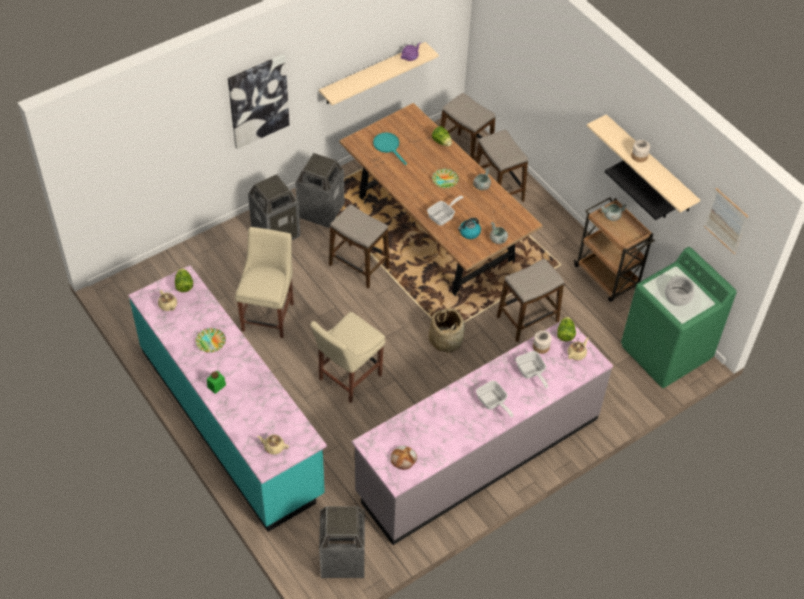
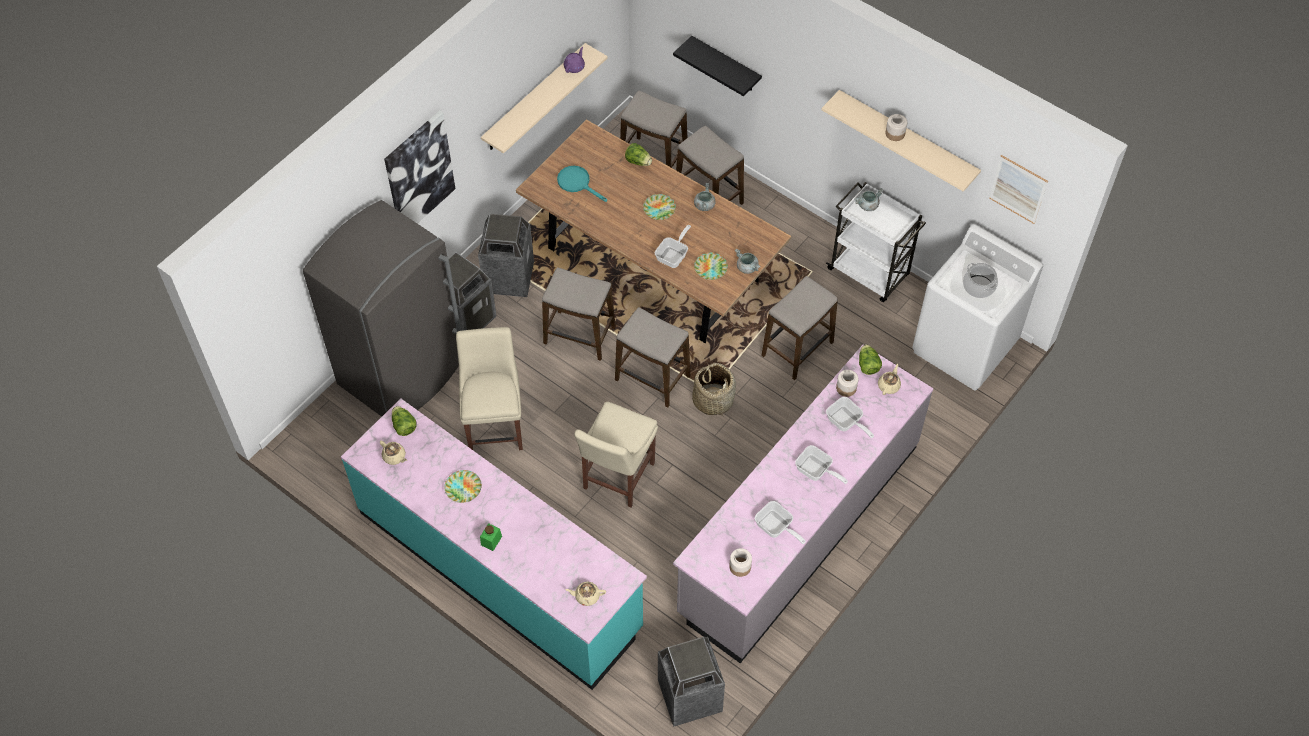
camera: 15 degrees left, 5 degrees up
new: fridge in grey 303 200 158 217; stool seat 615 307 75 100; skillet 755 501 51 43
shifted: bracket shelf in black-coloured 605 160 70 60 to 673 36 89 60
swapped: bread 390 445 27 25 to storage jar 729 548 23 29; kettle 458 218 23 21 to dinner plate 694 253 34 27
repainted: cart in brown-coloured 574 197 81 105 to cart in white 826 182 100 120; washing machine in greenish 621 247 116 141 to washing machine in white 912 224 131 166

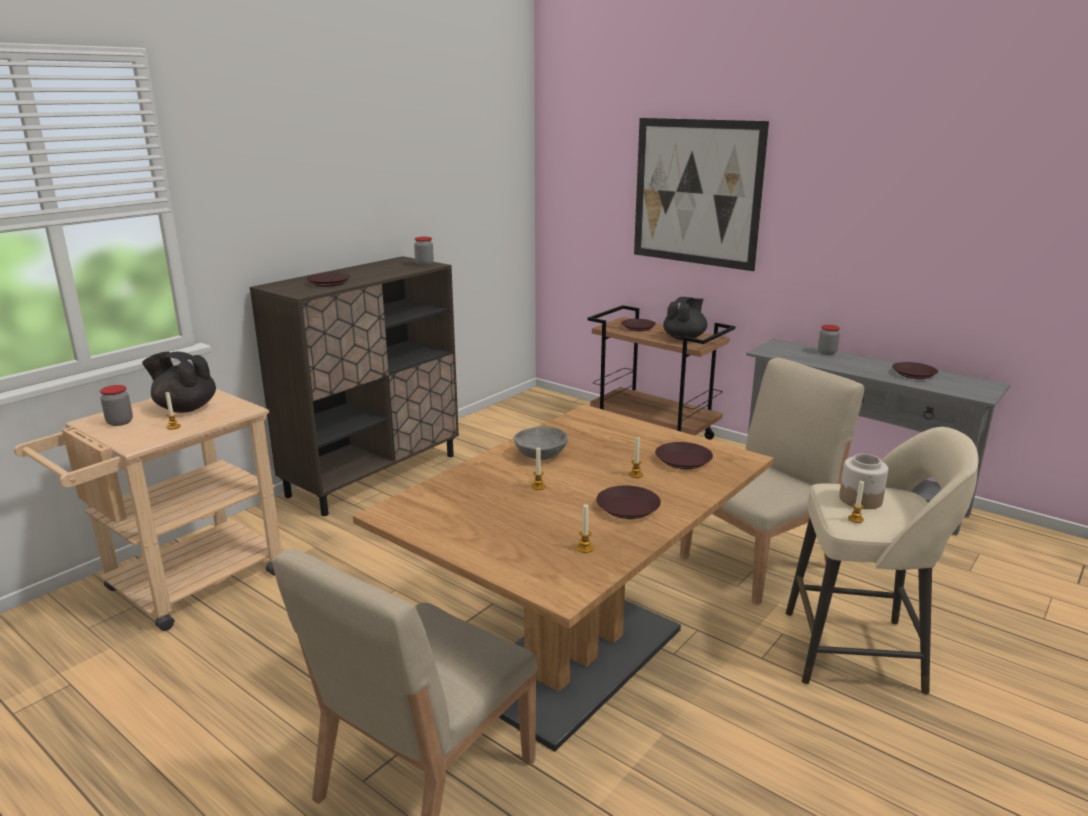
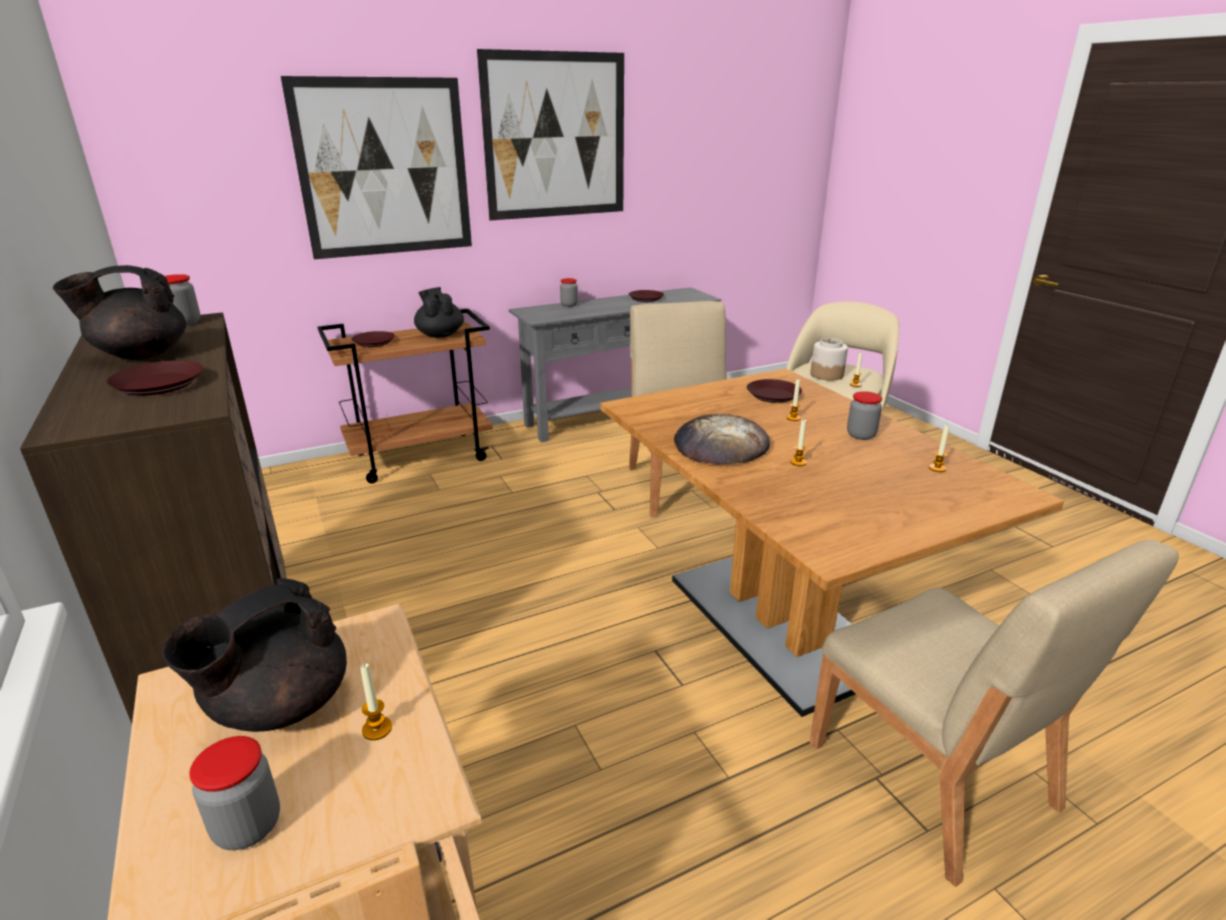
camera: 65 degrees left, 5 degrees up
new: teapot in black-coloured 53 265 133 95; wall art 477 49 147 172
swapped: deep dish in grey 513 426 55 34 to bread 674 414 96 51; dinner plate in brown-coloured 596 486 65 33 to storage jar 847 391 35 49

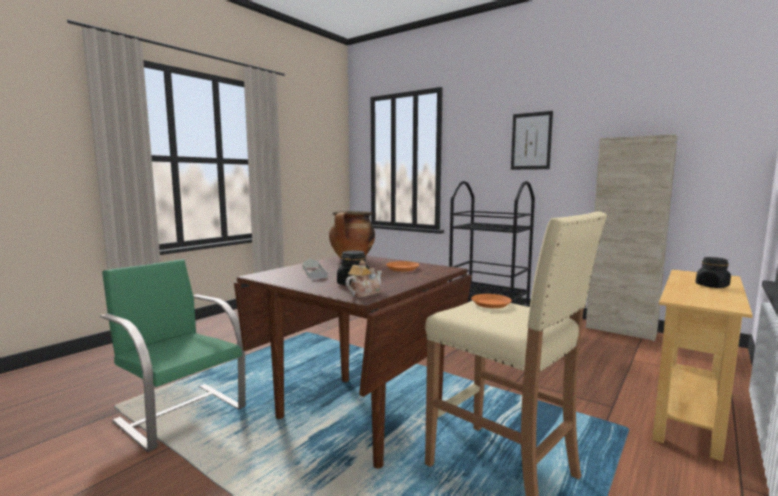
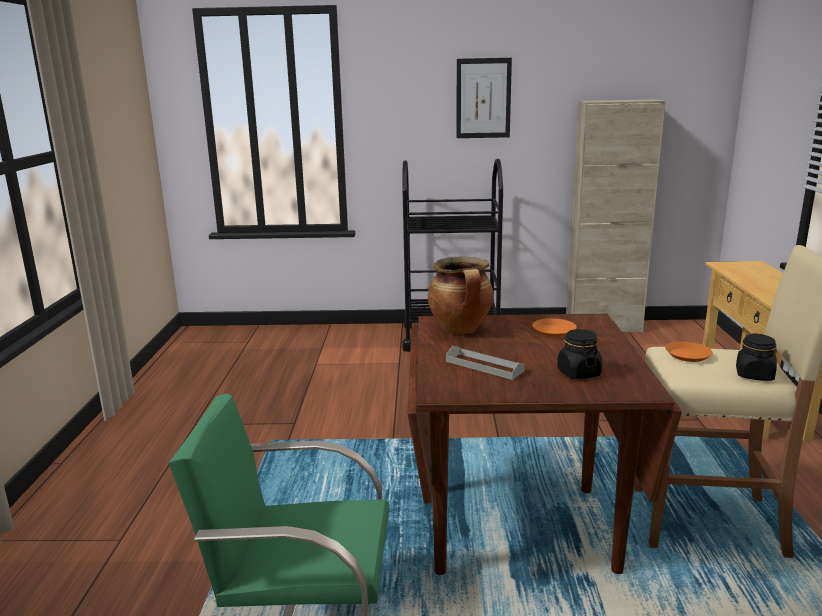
camera: 35 degrees left, 10 degrees up
gone: teapot 345 260 37 37
shifted: storage jar in black-coloured 696 257 35 31 to 736 333 41 48

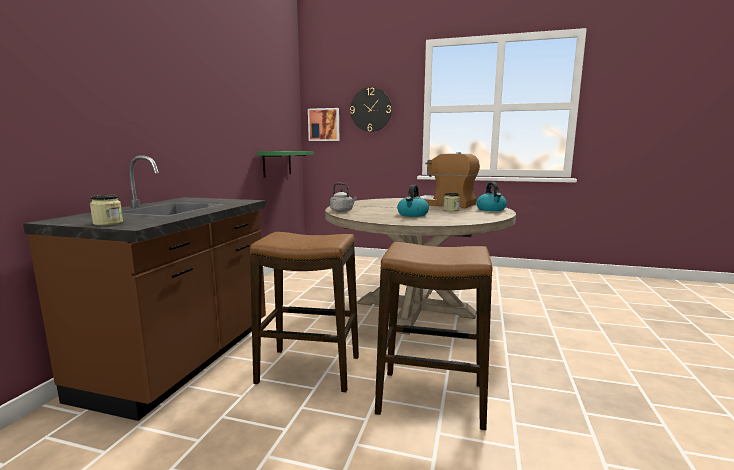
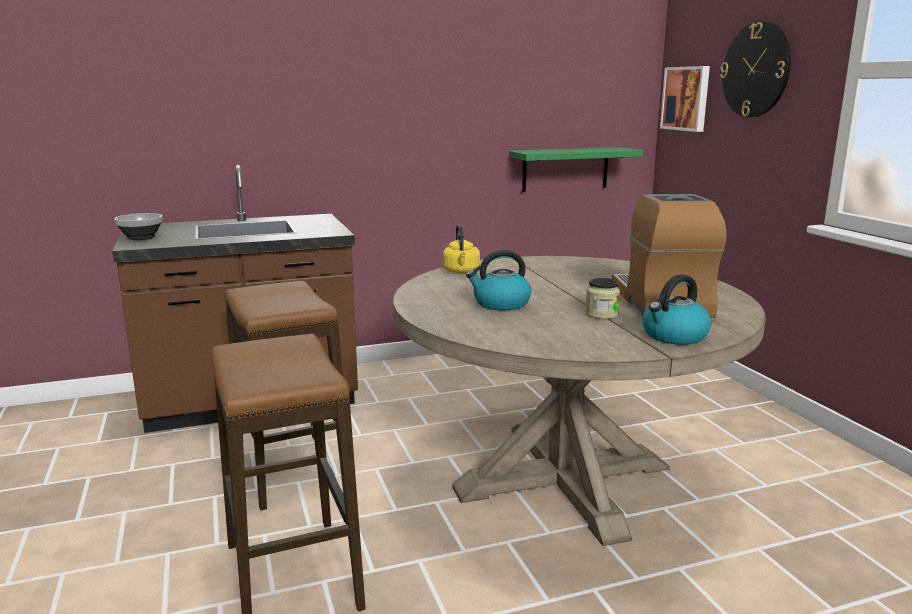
camera: 55 degrees right, 5 degrees up
swapped: storage jar 90 195 33 30 to deep dish 114 213 48 27
repainted: kettle in grey 330 183 27 29 to kettle in yellow-coloured 443 224 37 49

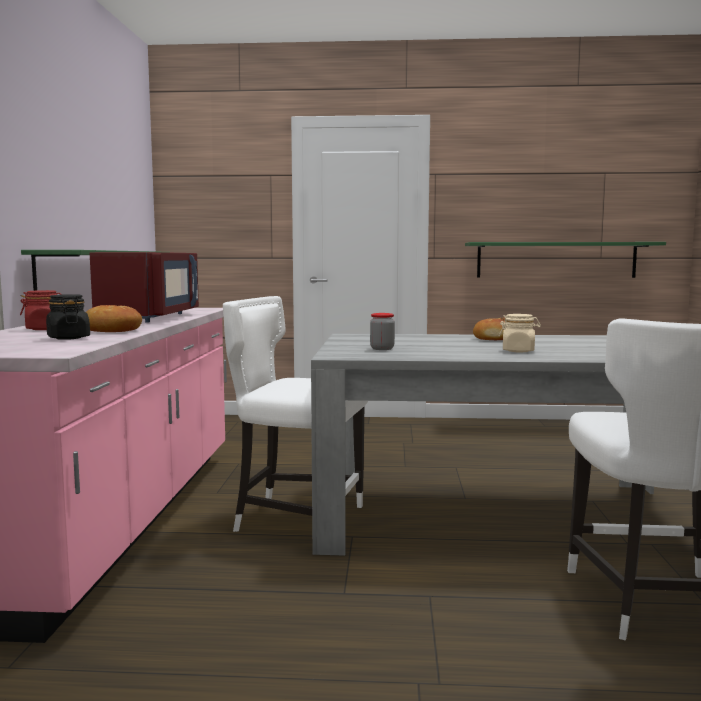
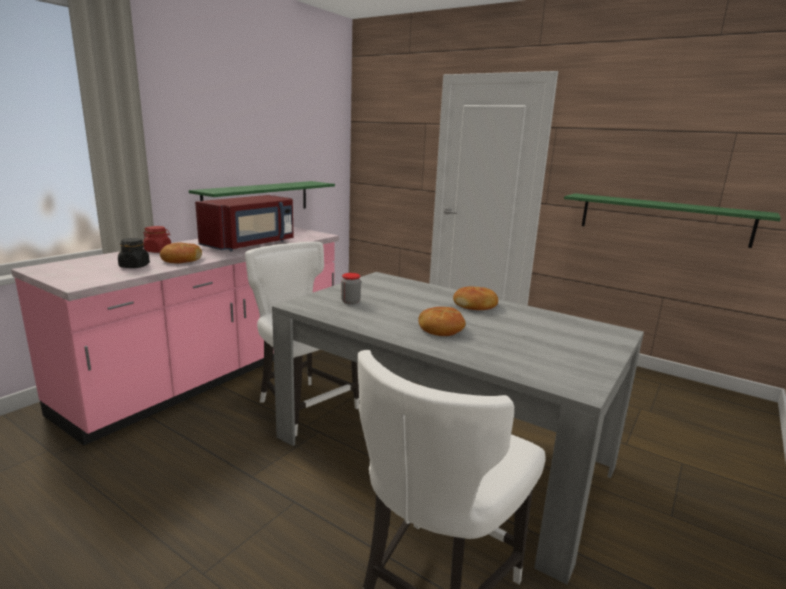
camera: 30 degrees right, 10 degrees up
swapped: storage jar in beige 499 314 42 38 to bread 418 307 48 29

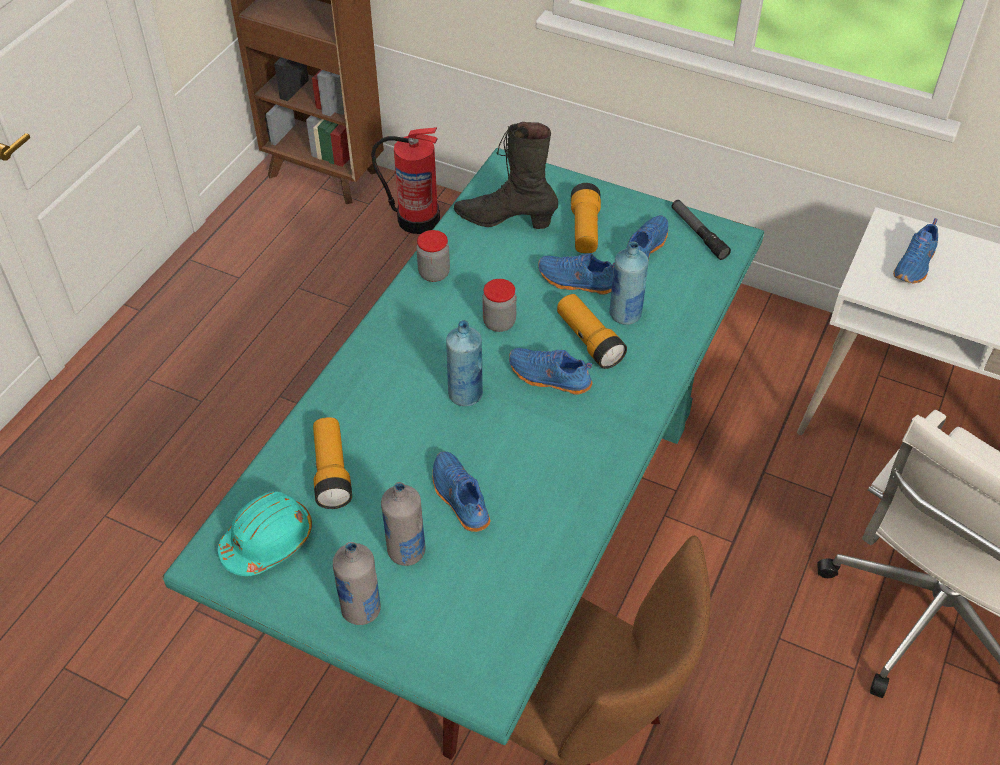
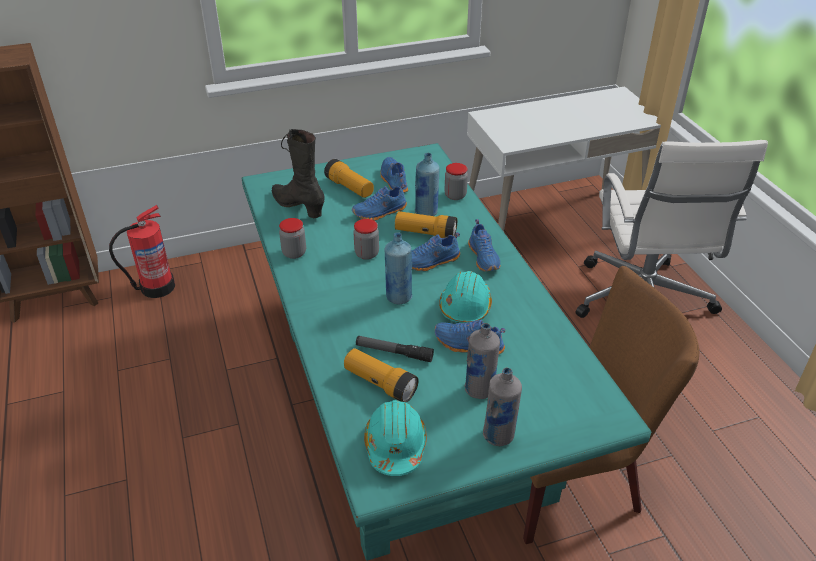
camera: 45 degrees left, 10 degrees down
new: work helmet in turquoise-coloured 439 271 53 52; storage jar 445 163 23 37
shifted: hand torch 672 200 59 60 to 356 336 78 26; item of footwear in blue 893 218 45 66 to 468 219 33 53
rotated: boot in black-coloured 454 122 104 107 = 272 129 52 89 75 degrees clockwise

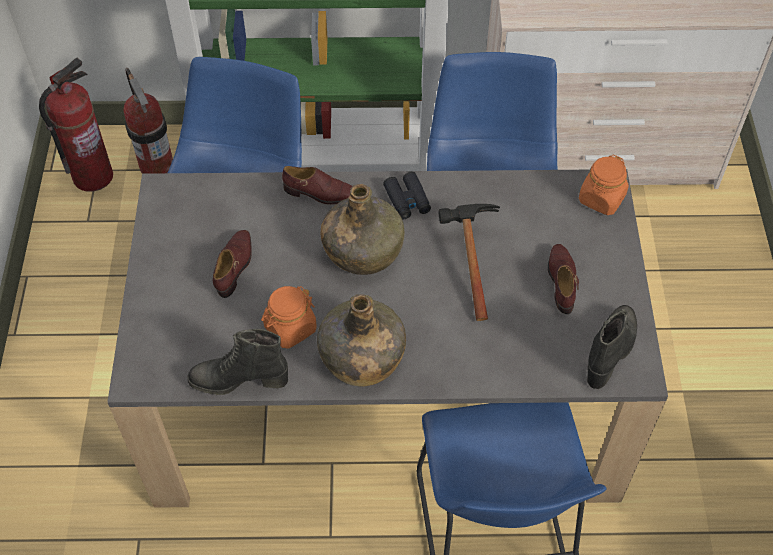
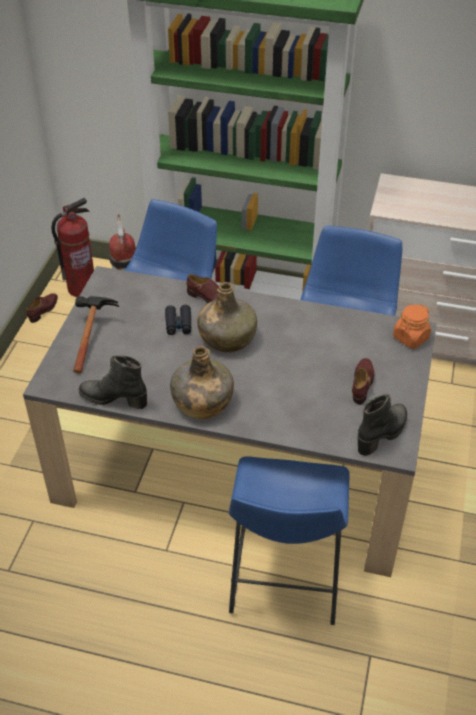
camera: 15 degrees right, 10 degrees down
gone: storage jar in orange-coloured 261 286 56 63
shifted: item of footwear in brown-coloured 213 230 39 68 to 26 293 32 30; binoculars in black-coloured 383 172 48 47 to 165 305 26 30; hammer 439 204 61 117 to 73 296 46 77

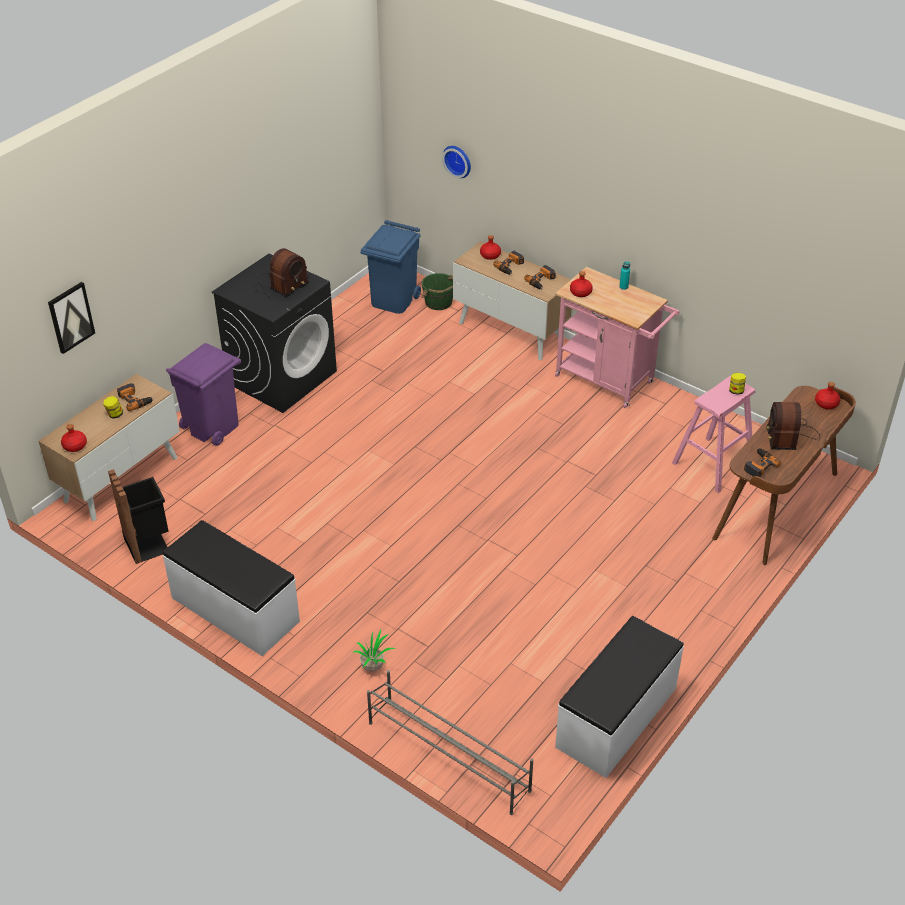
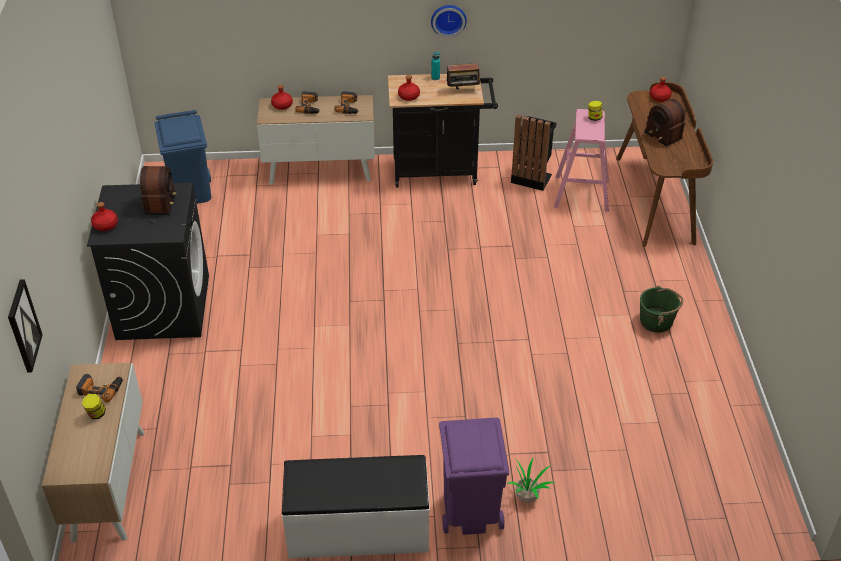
camera: 40 degrees left, 0 degrees up
gone: shoe shelf in grey 367 670 167 145; bench in white 555 616 129 162; electric drill 744 448 37 29
new: radio receiver 446 63 36 27
shifted: beverage bottle in reddish 61 424 26 28 to 91 202 27 29; trash can in black-coloured 108 469 61 95 to 511 115 45 76; trash can in purplish 166 343 75 103 to 439 418 70 117; water bucket in greenish 422 273 31 37 to 640 286 43 47; clock on the wall 442 146 29 32 to 431 5 36 32
repainted: cart in pink-coloured 555 267 124 141 to cart in black-coloured 388 74 110 114

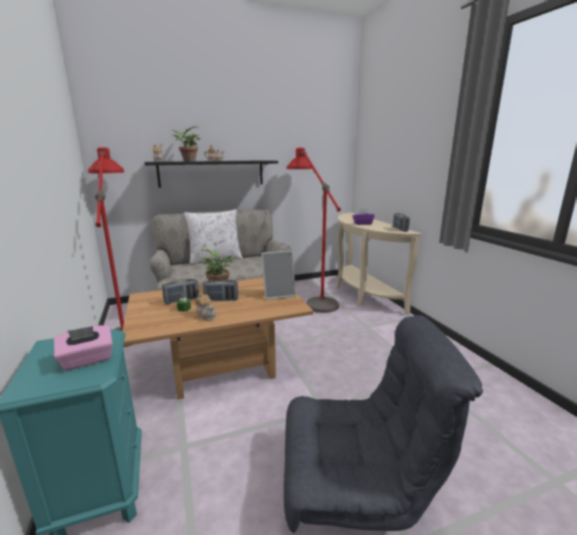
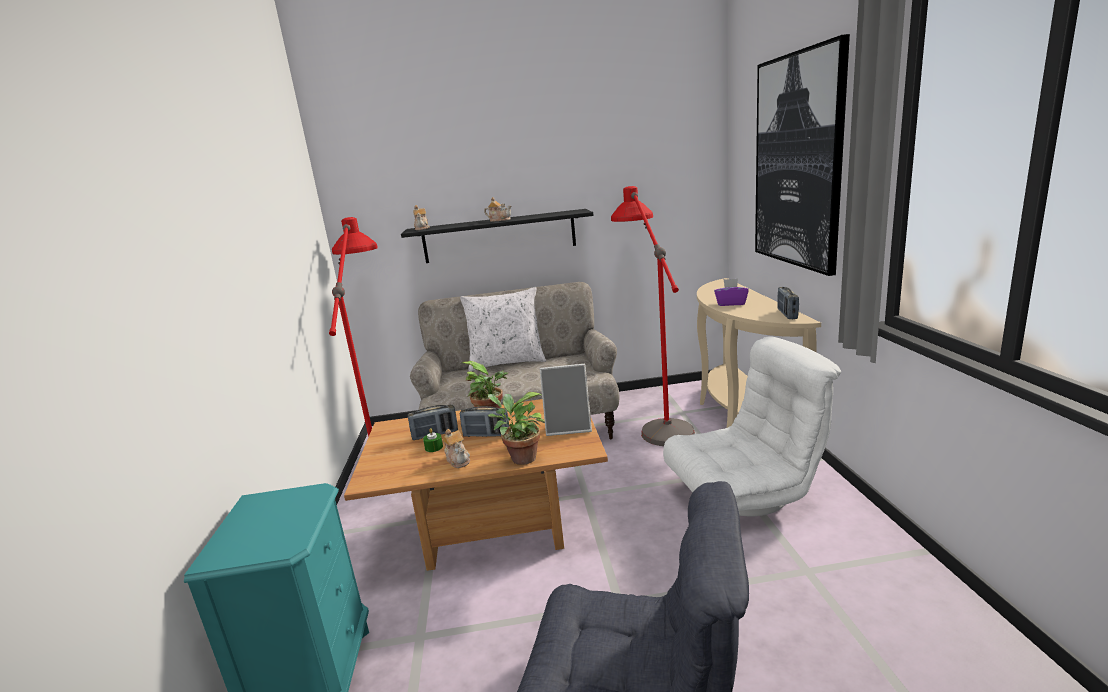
camera: 15 degrees right, 0 degrees up
gone: tissue box in pink-coloured 54 325 59 46
new: easy chair in white 663 336 178 180; wall art 755 34 95 242
shifted: potted plant 172 126 28 35 to 488 392 57 73

